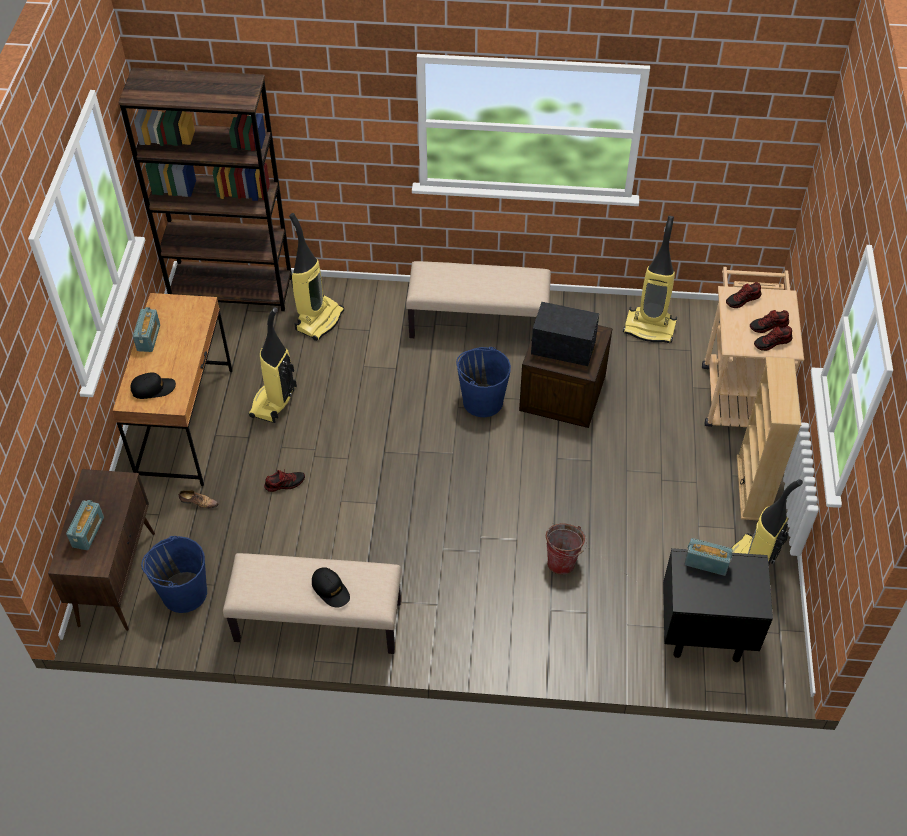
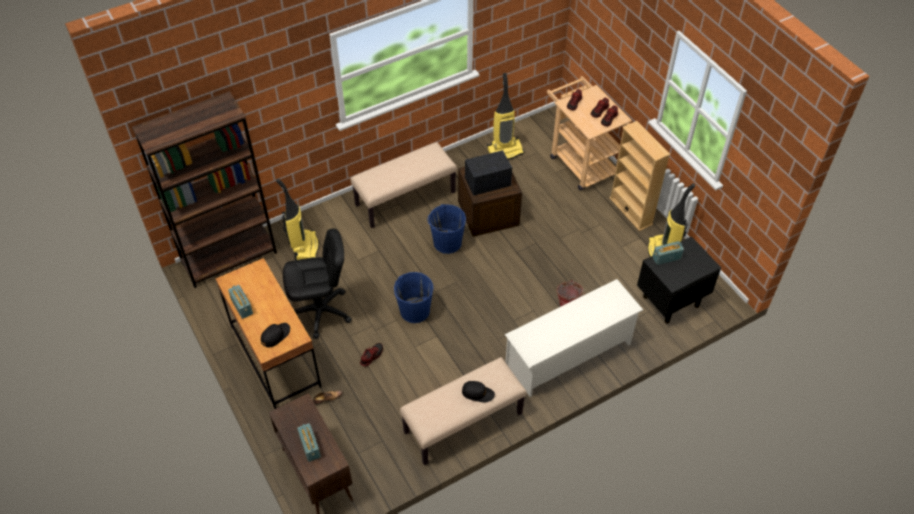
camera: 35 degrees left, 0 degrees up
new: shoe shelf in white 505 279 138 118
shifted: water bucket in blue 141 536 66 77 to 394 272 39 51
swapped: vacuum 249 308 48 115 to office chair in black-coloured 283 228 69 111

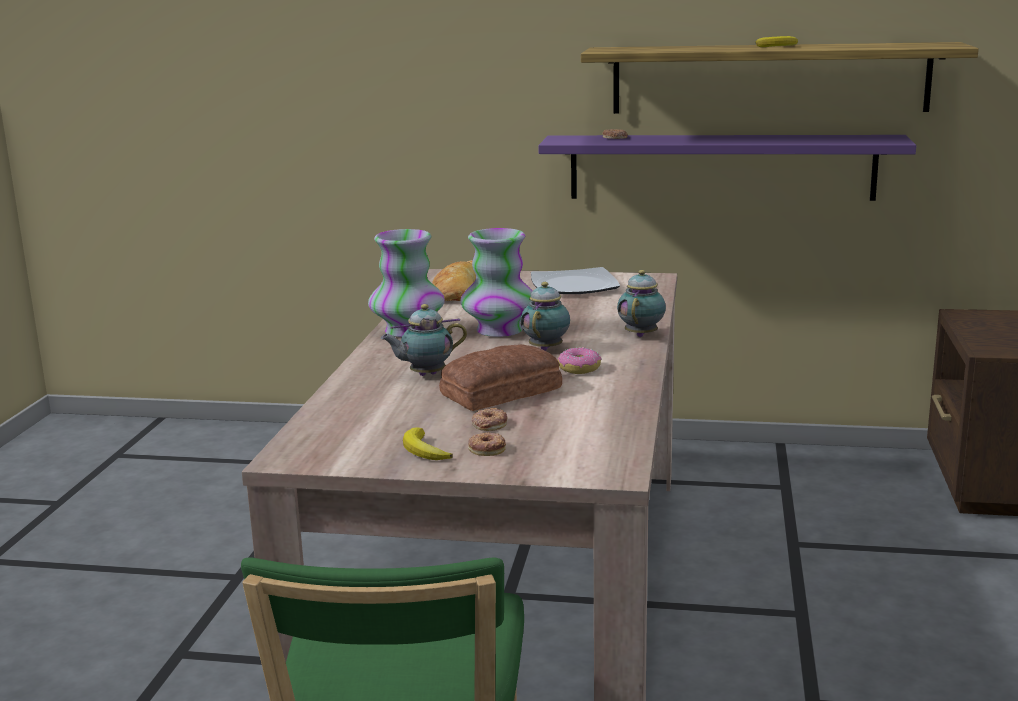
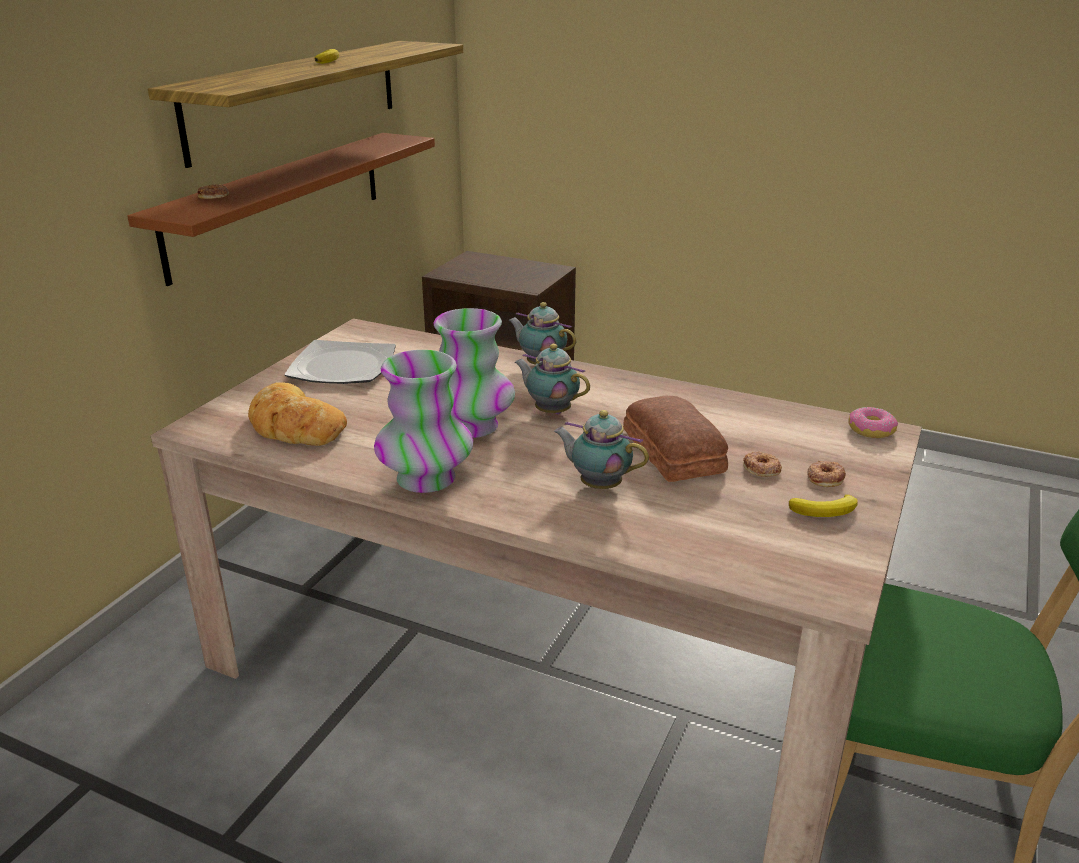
camera: 75 degrees left, 10 degrees up
shifted: ring doughnut 558 347 43 27 to 849 407 49 31
repainted: bracket shelf in purplish 538 135 378 66 to bracket shelf in brown-coloured 127 133 308 153
rotated: teapot 381 304 86 72 = 554 410 95 79 120 degrees clockwise

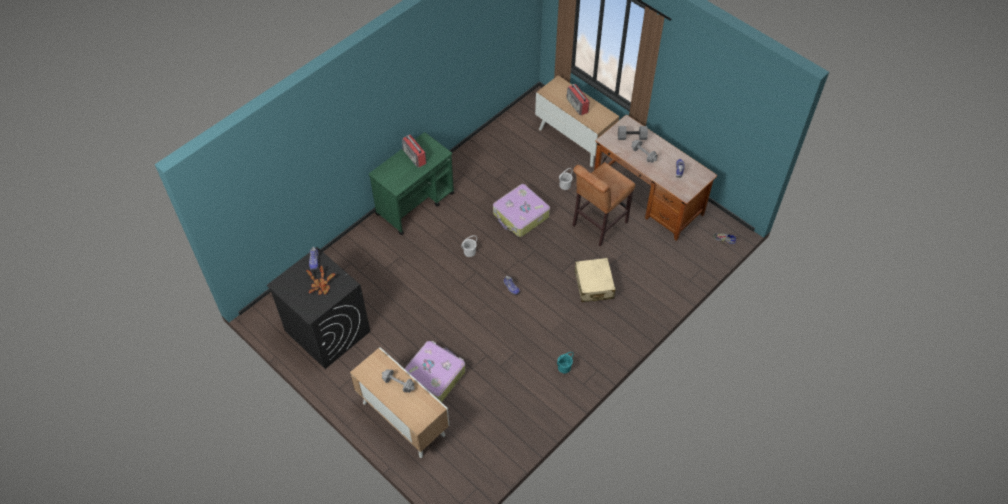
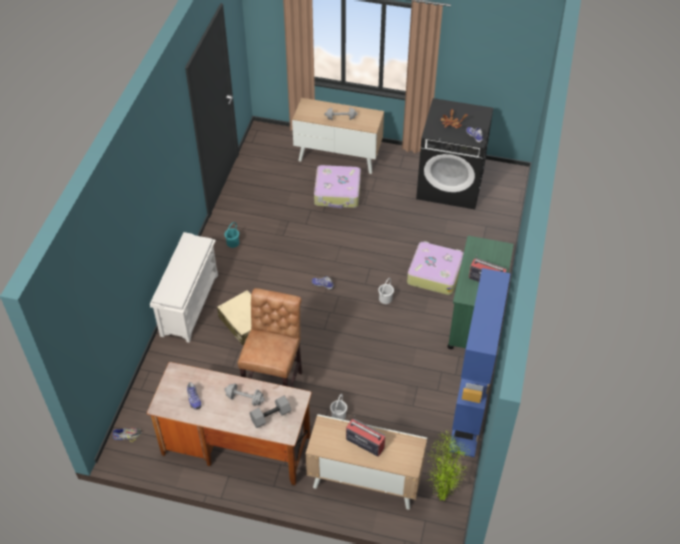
camera: 150 degrees right, 5 degrees down
new: shoe shelf in white 150 232 68 111; potted plant 426 431 44 70; bookcase in blue 449 268 62 189
shifted: suitcase 493 184 57 53 to 407 241 57 54

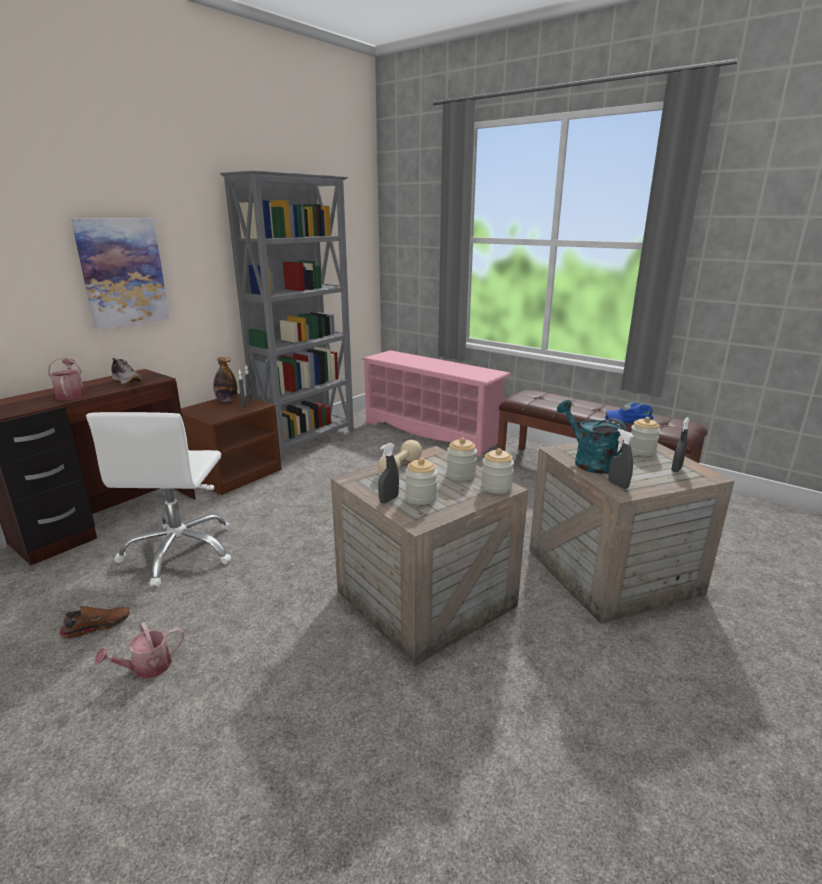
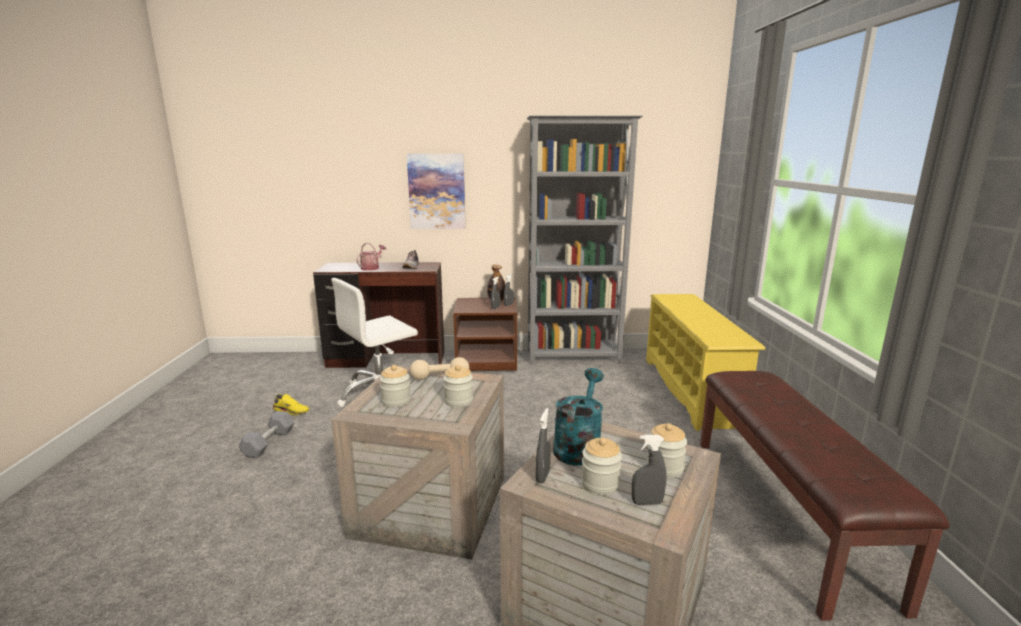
camera: 50 degrees right, 5 degrees down
gone: sprayer in grey 378 443 21 61; cap in blue 605 402 48 21
shifted: storage jar 481 448 33 46 to 581 437 41 58
swapped: watering can 95 622 89 57 to hand weight in grey 239 411 56 47
repainted: item of footwear in brown-coloured 59 606 71 33 to item of footwear in yellow-coloured 273 394 36 22; shoe shelf in pink-coloured 362 350 149 106 to shoe shelf in yellow-coloured 646 294 120 137

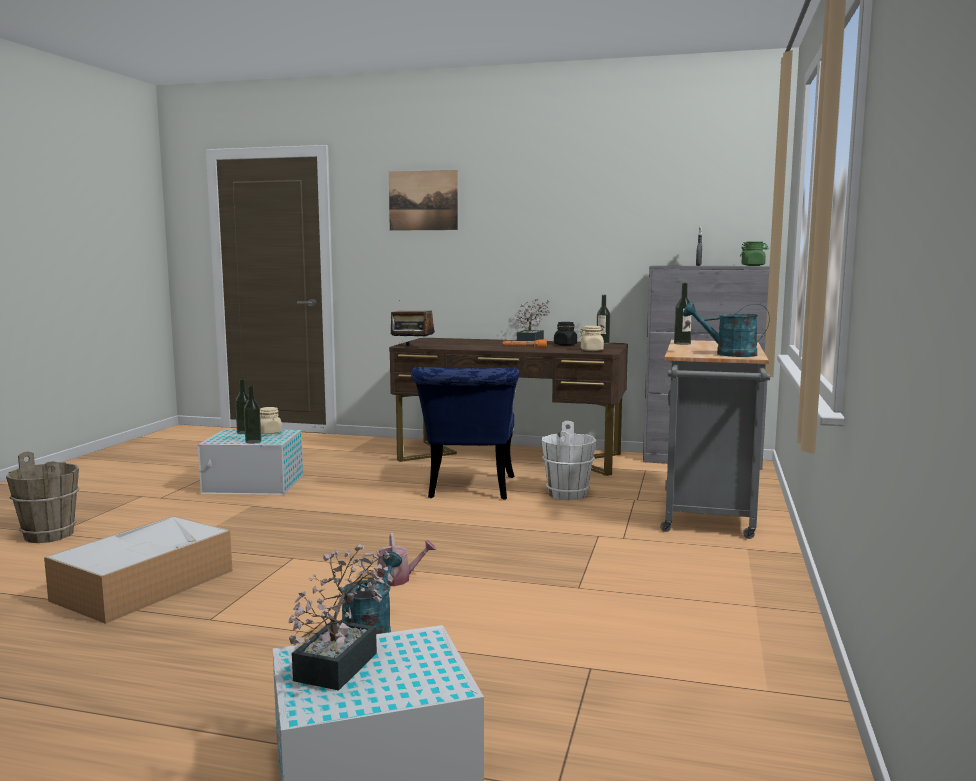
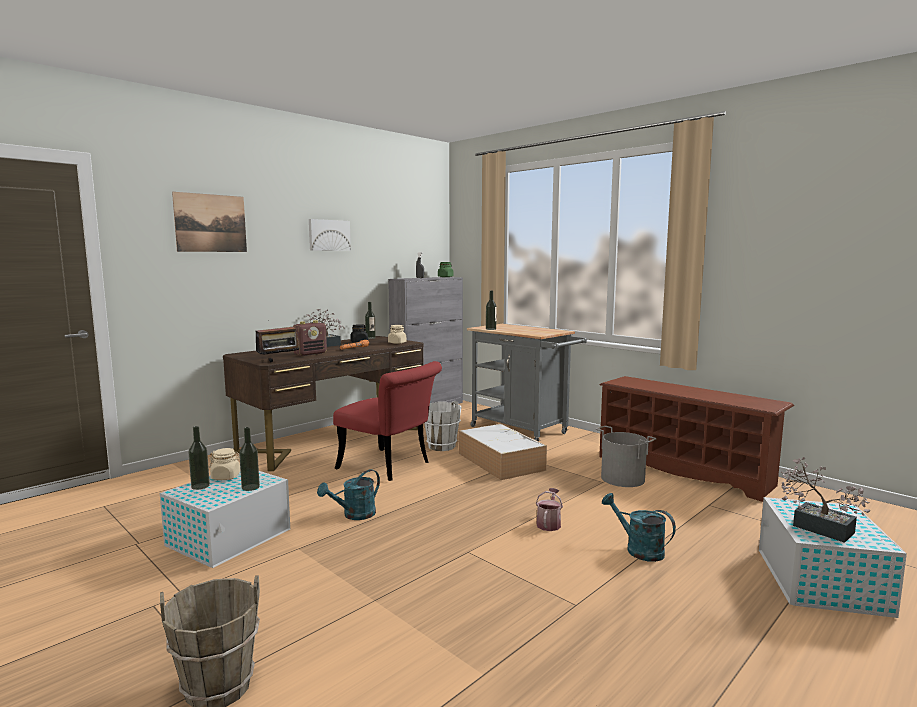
camera: 60 degrees left, 0 degrees up
new: radio receiver 293 320 34 36; wall art 309 219 42 32; water bucket in grey 596 426 60 61; shoe shelf in brown-coloured 599 376 195 126
shifted: storage container 44 516 188 108 to 459 424 88 56; watering can in turquoise-coloured 683 302 87 55 to 317 469 63 51
repainted: upright chair in blue 411 367 108 133 to upright chair in reddish 333 361 109 120

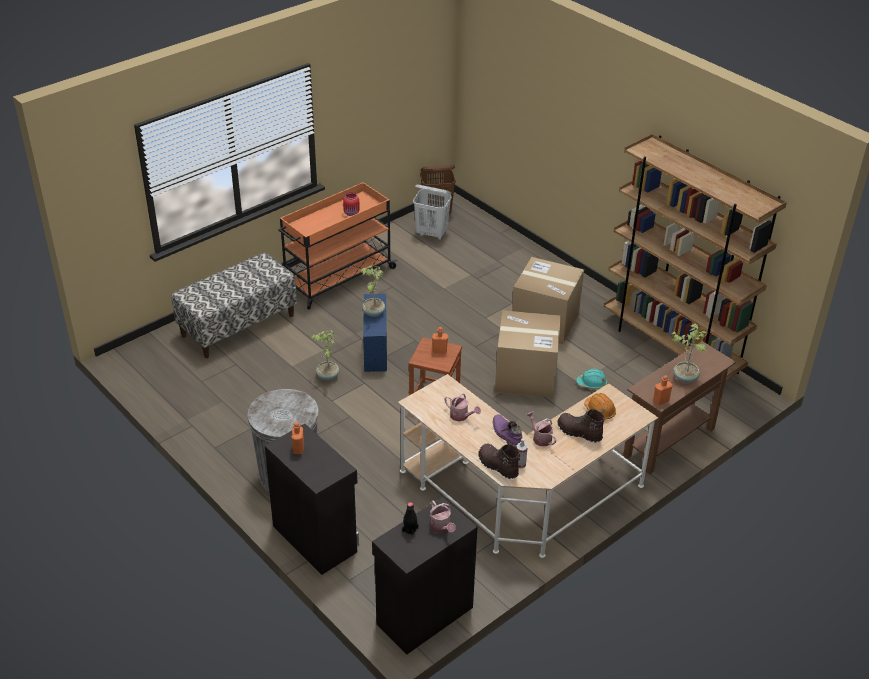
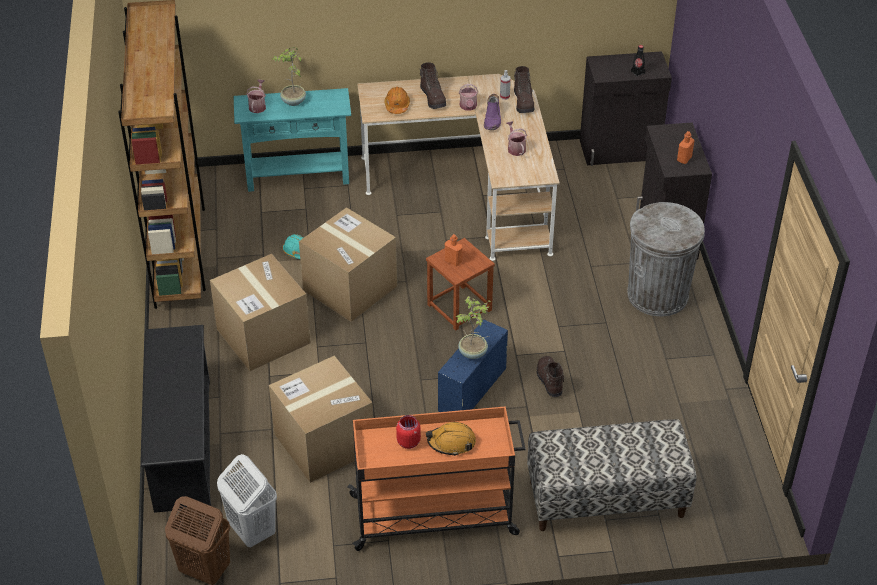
camera: 145 degrees left, 5 degrees up
gone: beverage bottle in orange-coloured 653 375 20 30
new: shoe shelf in black-coloured 141 325 70 188; carton 269 356 104 127; work helmet in orange-coloured 426 422 50 34
shifted: watering can 430 500 26 33 to 246 80 20 33
swapped: potted plant 311 330 28 51 to boot in brown-coloured 537 356 27 41
repainted: narrow table in brown-coloured 623 341 113 134 to narrow table in turquoise-coloured 233 88 118 104

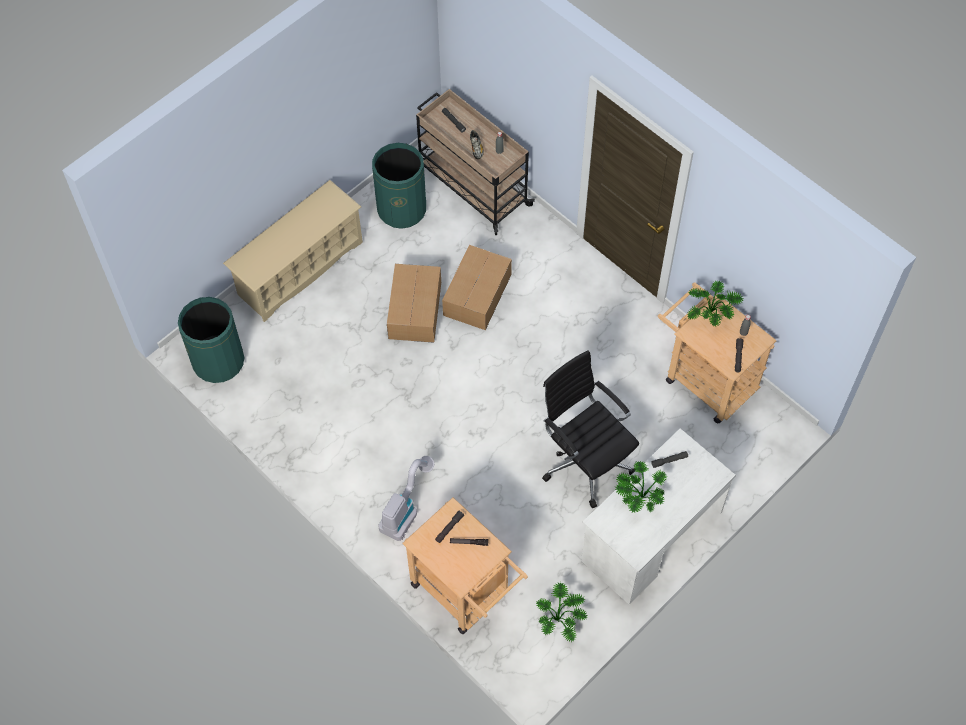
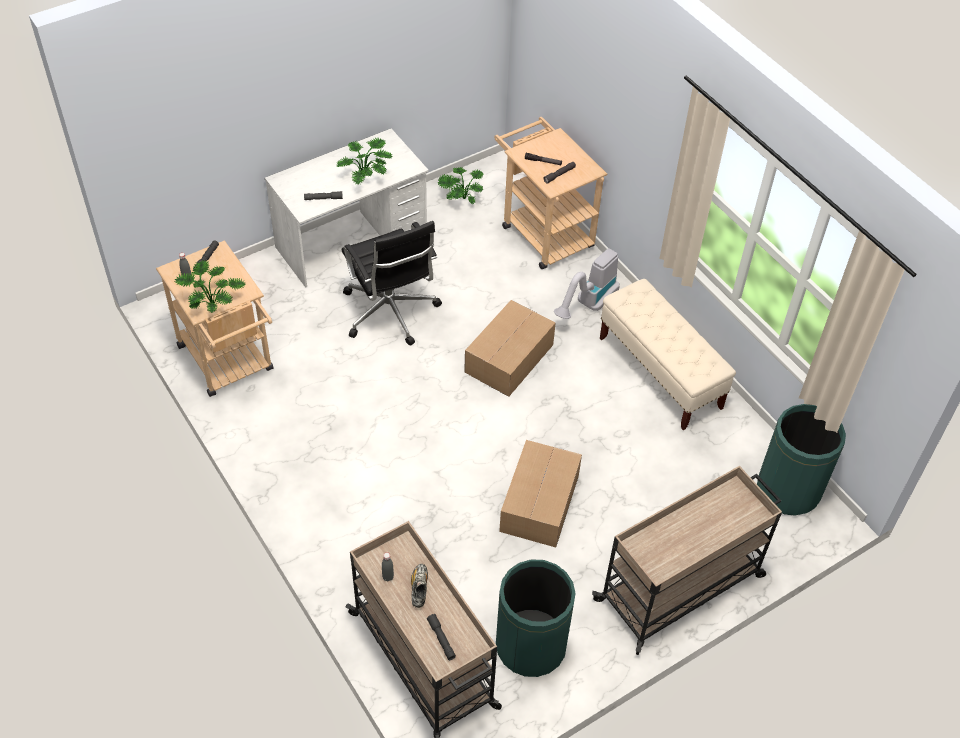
camera: 170 degrees left, 10 degrees down
new: bench in beige 600 279 136 151
shifted: carton 442 245 70 85 to 464 300 92 97
swapped: shoe shelf in beige 223 180 140 142 to cart in beige 592 466 190 189

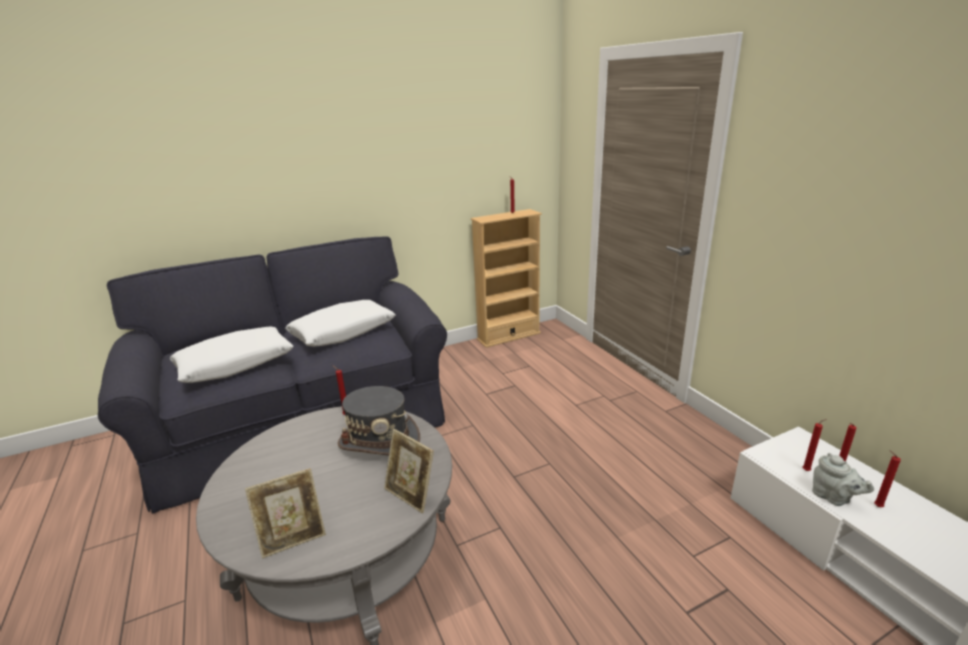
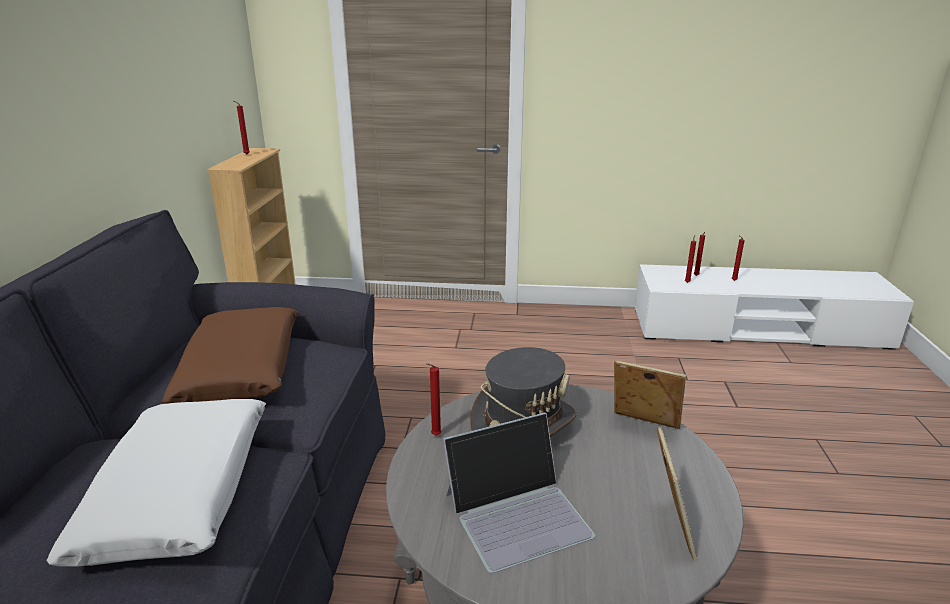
camera: 60 degrees left, 0 degrees up
gone: teapot in grey 812 453 62 53
new: notebook computer 443 413 153 160
repainted: cushion in white 285 300 111 47 to cushion in brown-coloured 162 307 136 97
rotated: picture frame 384 429 50 85 = 614 361 72 68 135 degrees counterclockwise

